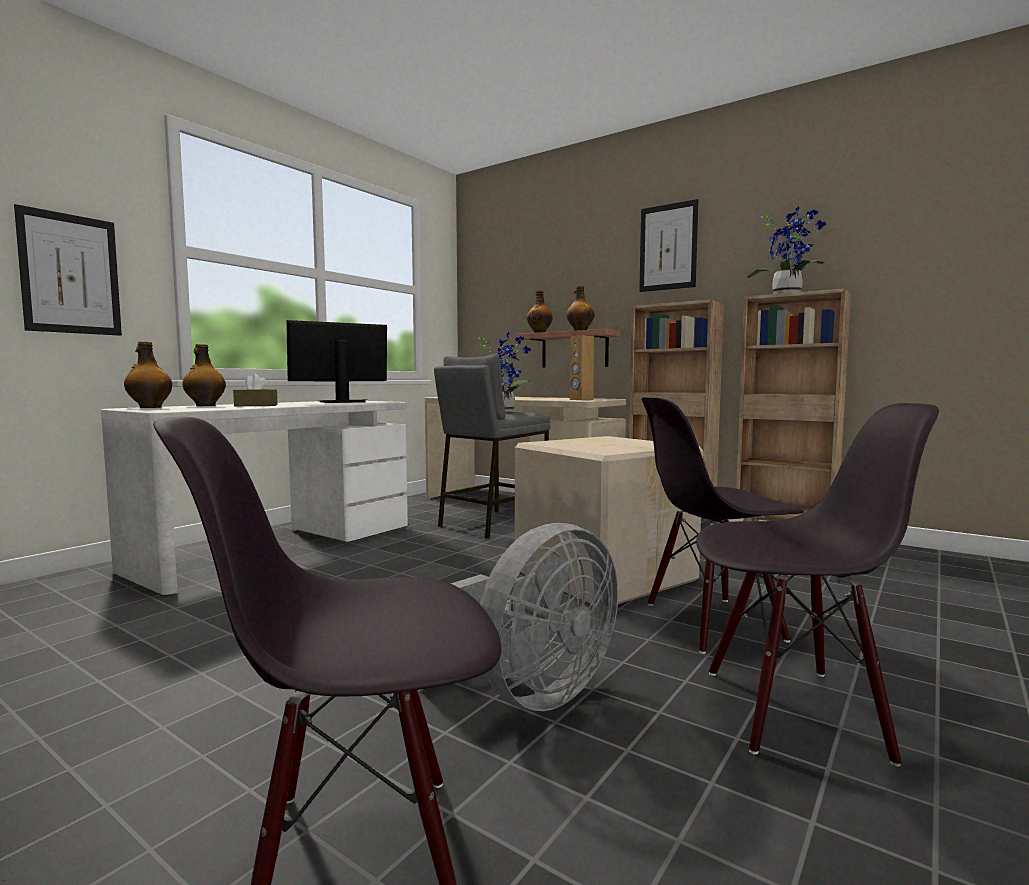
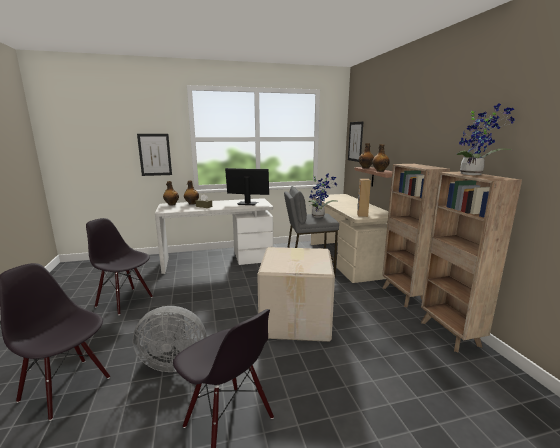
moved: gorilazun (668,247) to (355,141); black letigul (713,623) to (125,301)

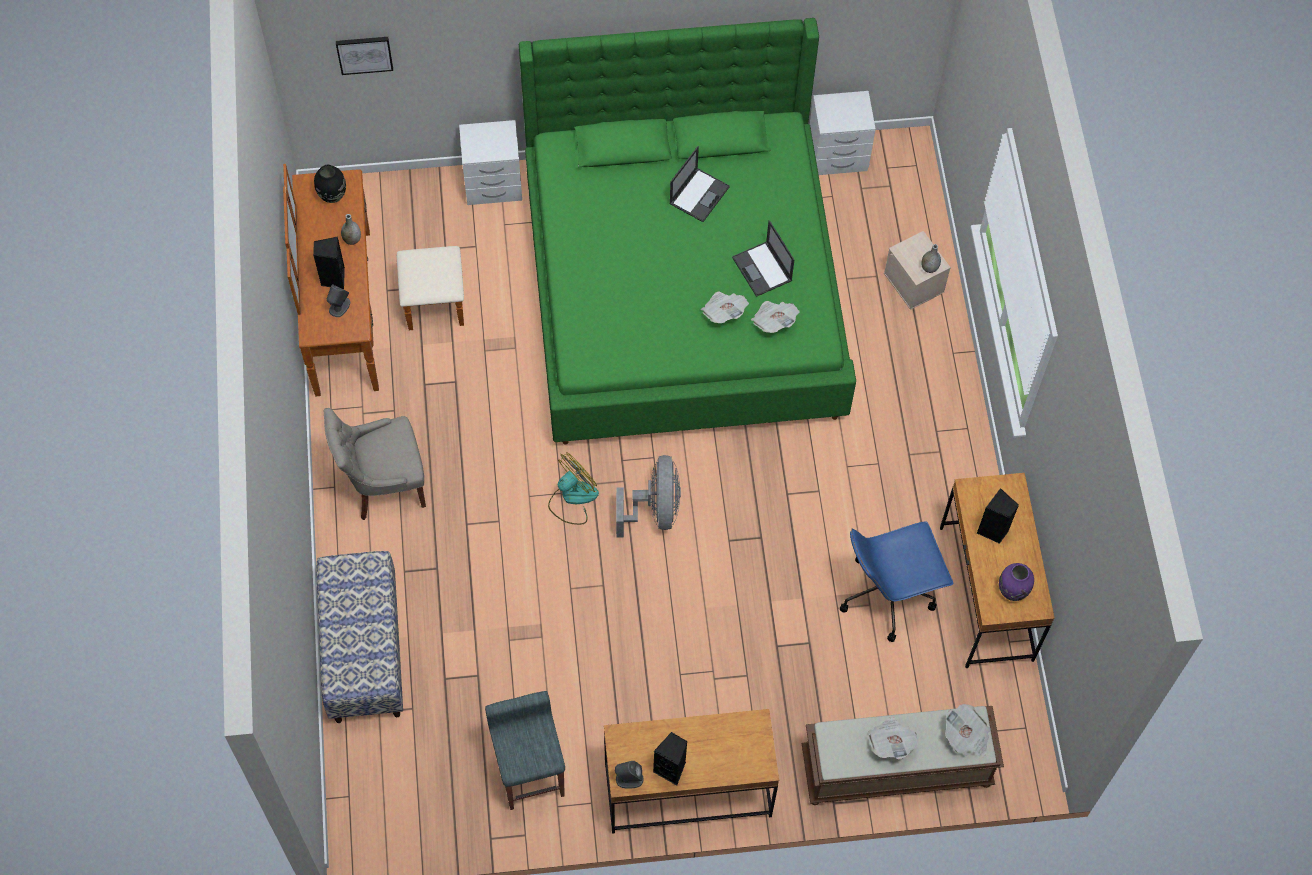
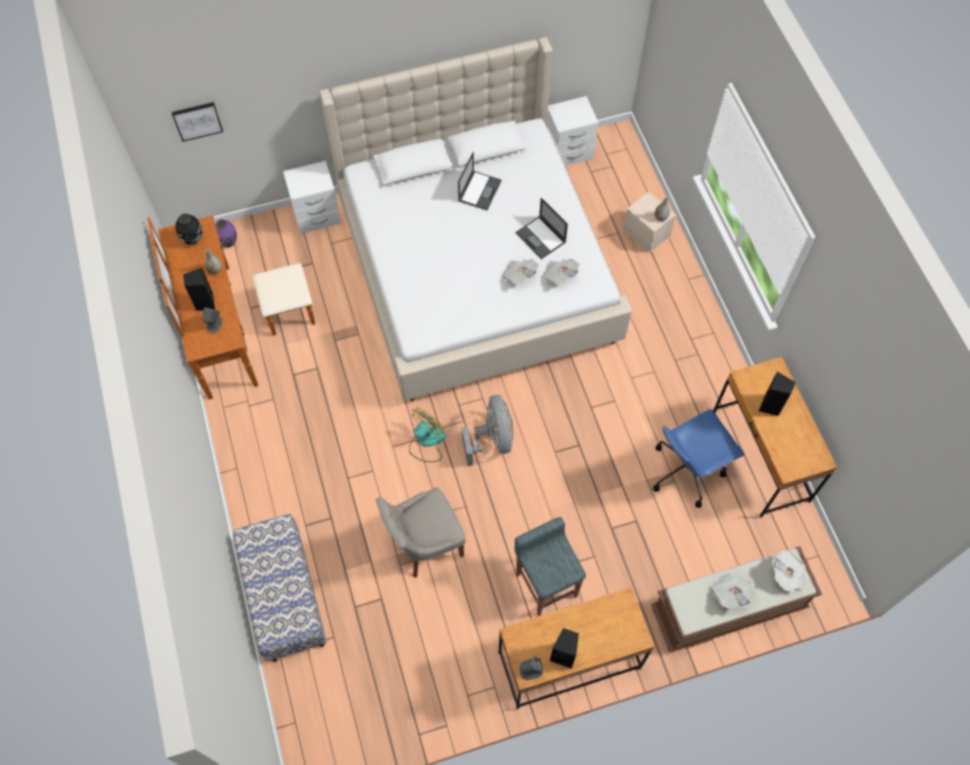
moved: grey letigul (384,485) to (425,544); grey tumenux (530,773) to (546,583); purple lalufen (1012,590) to (228,242)
recoloured: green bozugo (683,290) to beige bozugo (476,268)

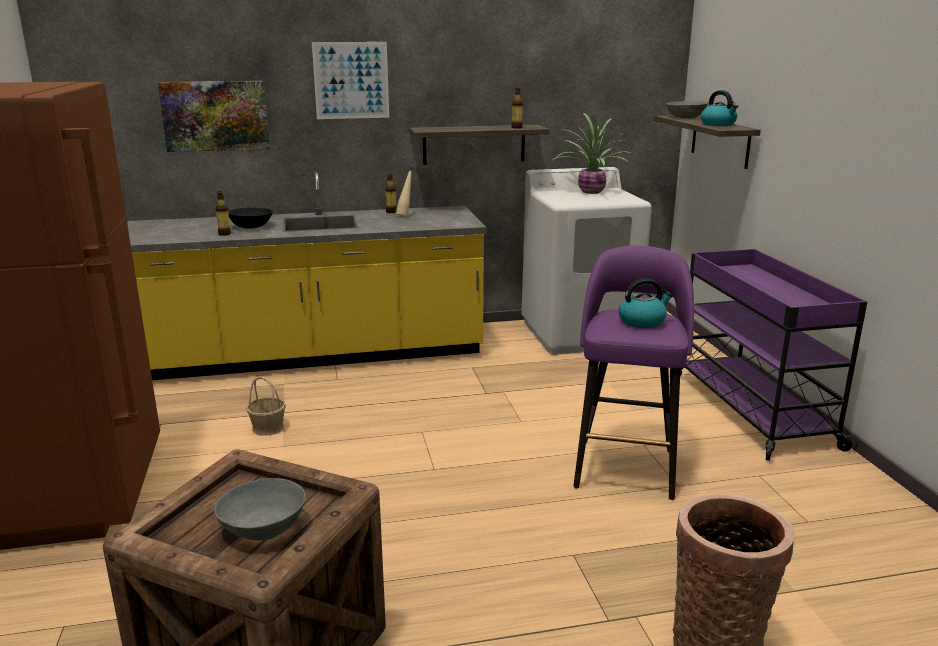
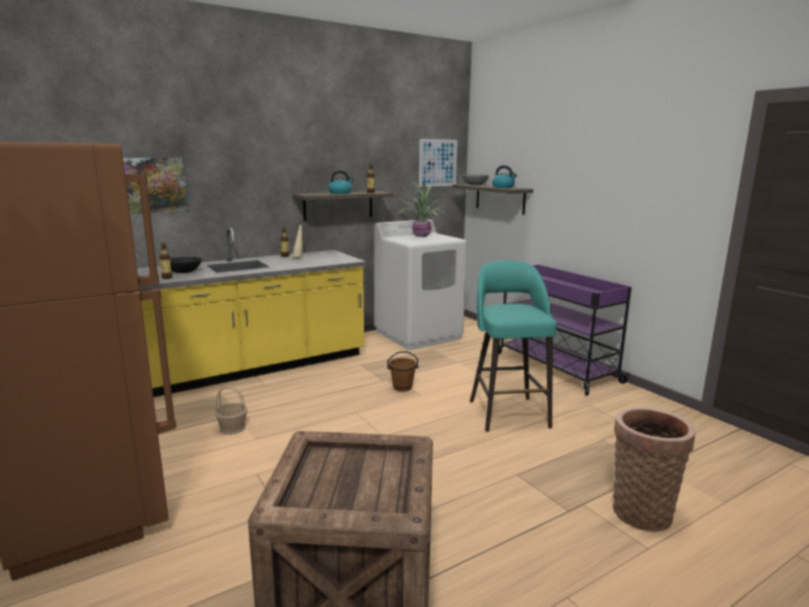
removed: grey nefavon (264,527)
added: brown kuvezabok (402,387)
moved: gorilazun (351,80) to (438,163); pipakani (642,321) to (340,193)
recoloured: purple tumenux (625,466) to turquoise tumenux (508,412)

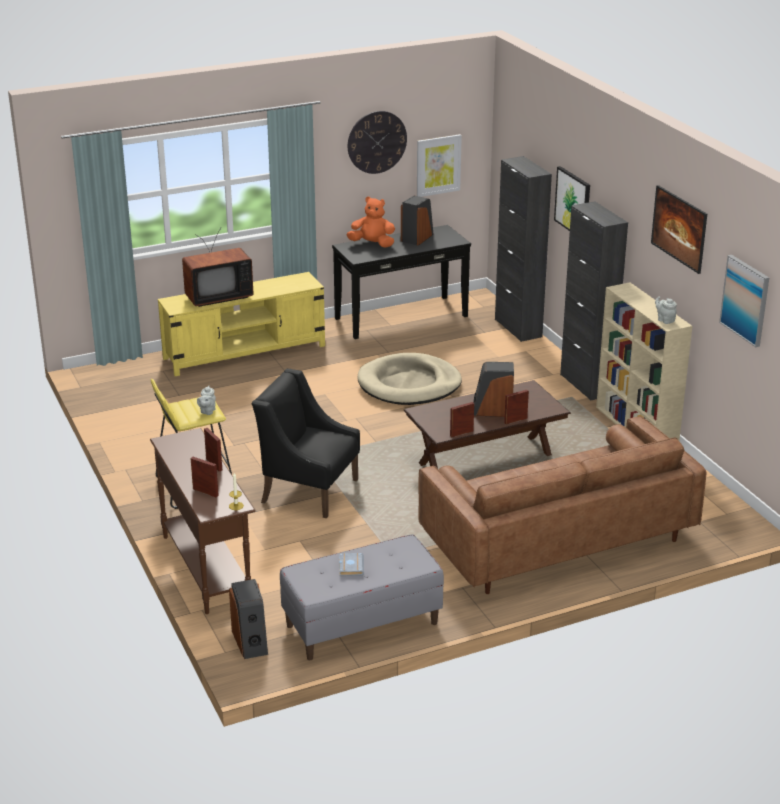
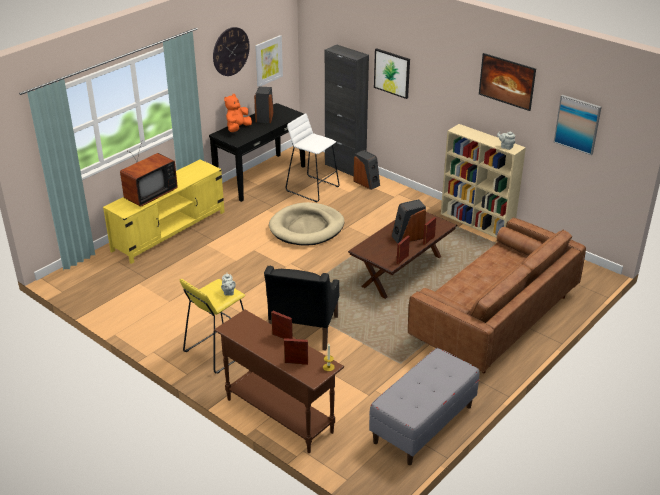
removed: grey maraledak (350,566); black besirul (586,385)
added: white tumenux (312,188)
moved: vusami (251,642) to (367,183)
turned: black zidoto (309,490) = (303,329) 75 degrees counterclockwise; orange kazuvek (372,244) = (237,128) 45 degrees counterclockwise

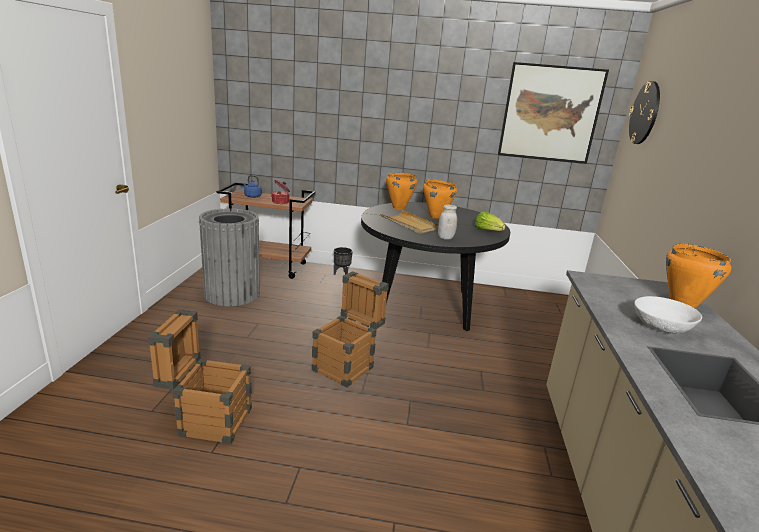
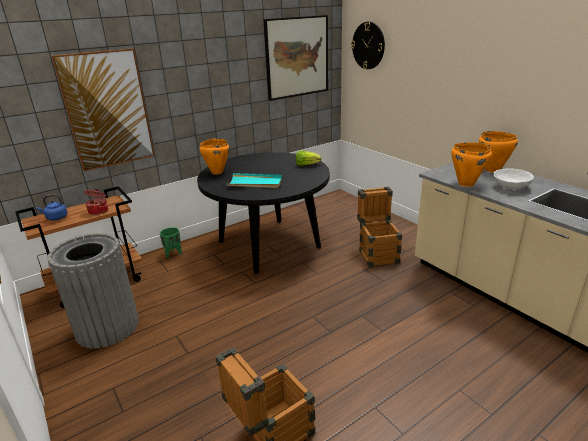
removed: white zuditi (445,238)
added: gorilazun (107,110)
moved: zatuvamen (348,365) to (377,253); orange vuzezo (436,216) to (465,184)
recoloured: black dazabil (342,274) to green dazabil (173,253); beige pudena (410,224) to turquoise pudena (255,183)

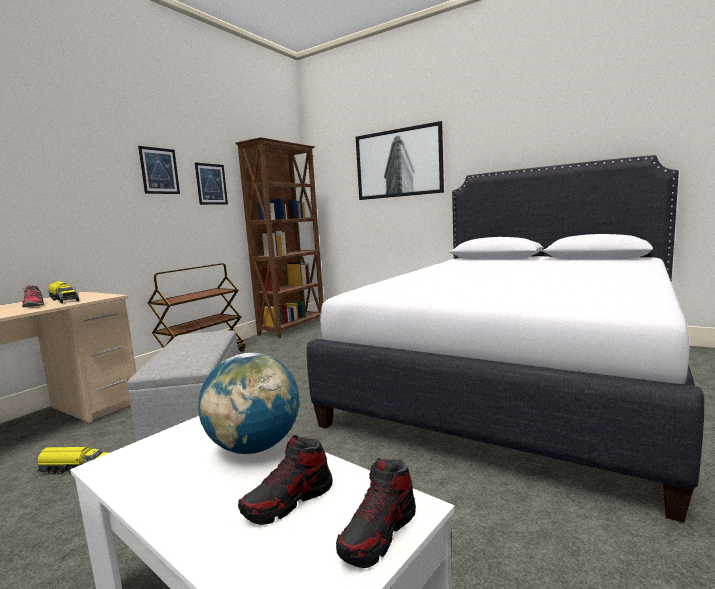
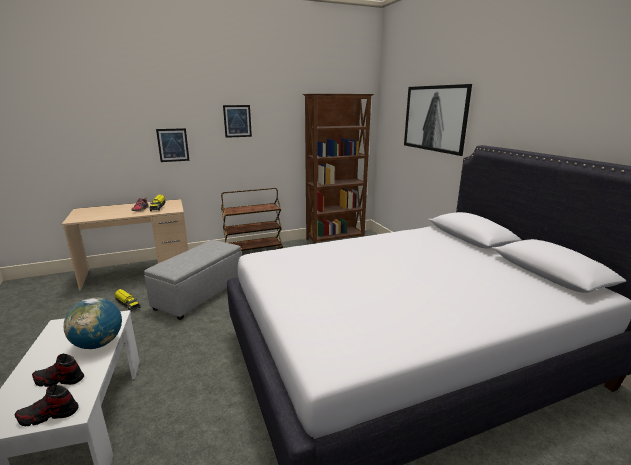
moved: gorilazun (211,184) to (173,145)

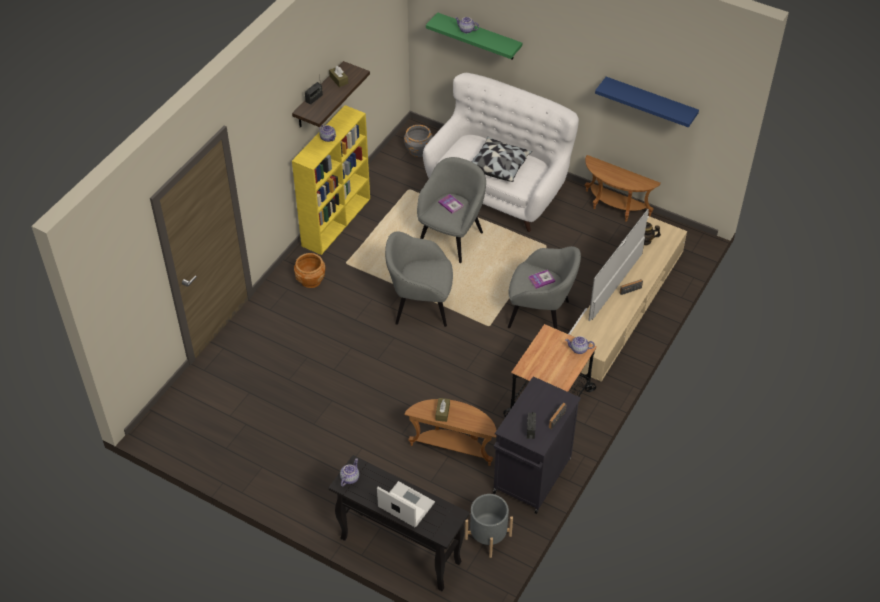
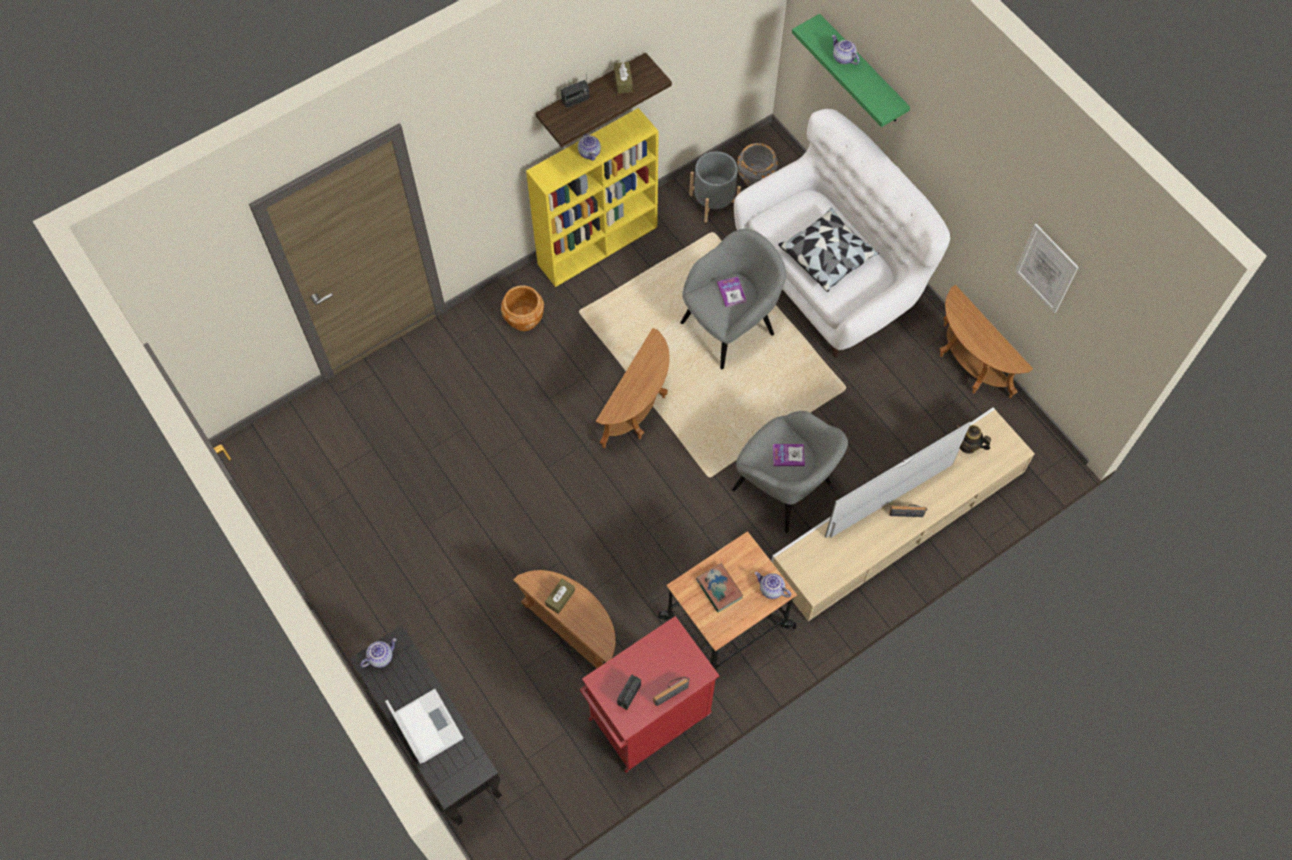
added: maraledak (719,589)
moved: grey dazabil (488,537) to (714,202)
replaced: grey zidoto (420,305) to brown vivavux (639,411); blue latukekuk (650,102) to gorilazun (1046,268)
recoloured: black besirul (531,477) to red besirul (648,718)

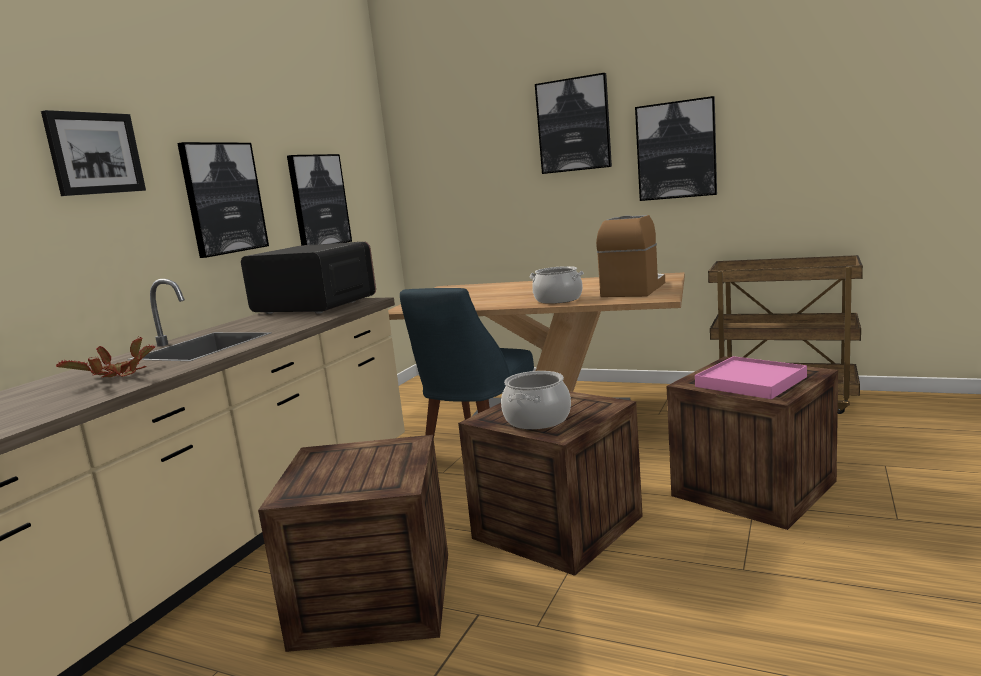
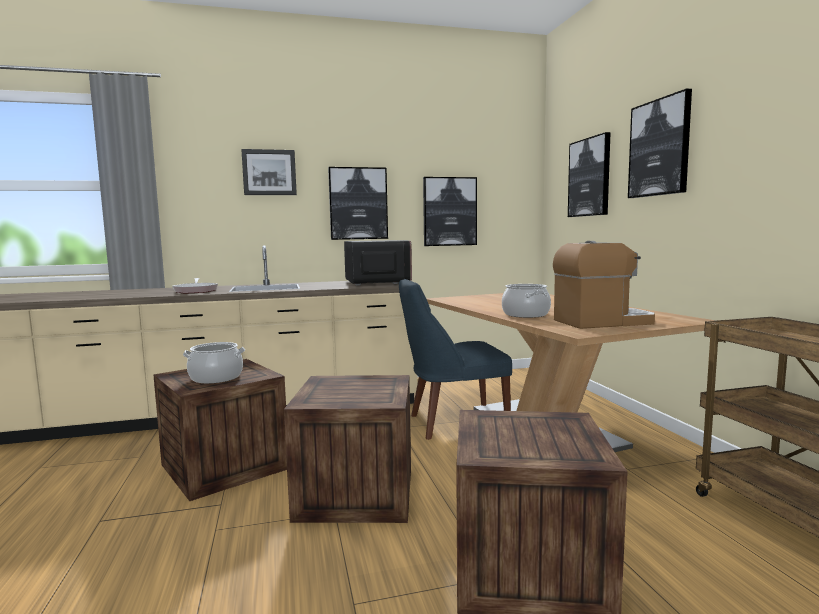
removed: pink pudena (750,382)
moved: vuzezo (537,419) to (216,377); gorilazun (676,150) to (589,177)
replaced: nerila (117,376) to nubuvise (196,291)

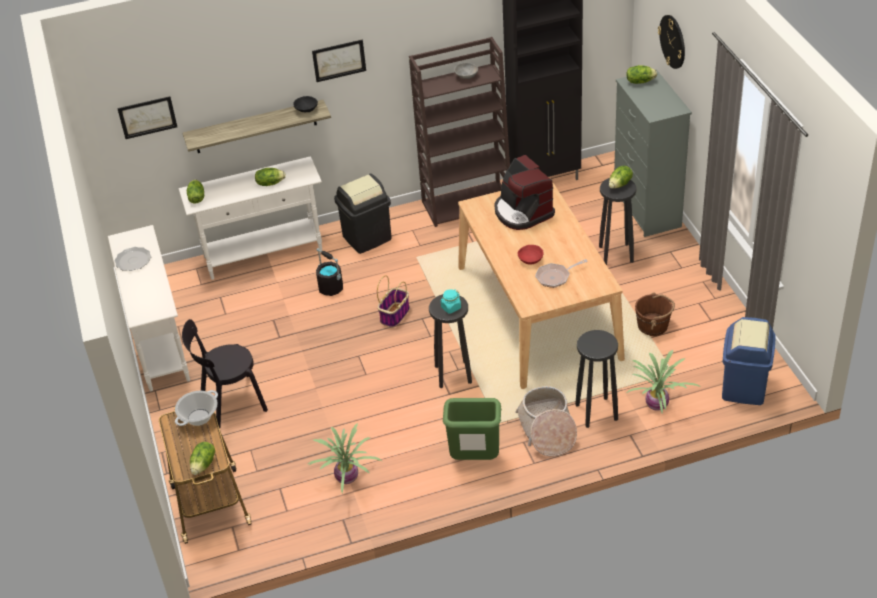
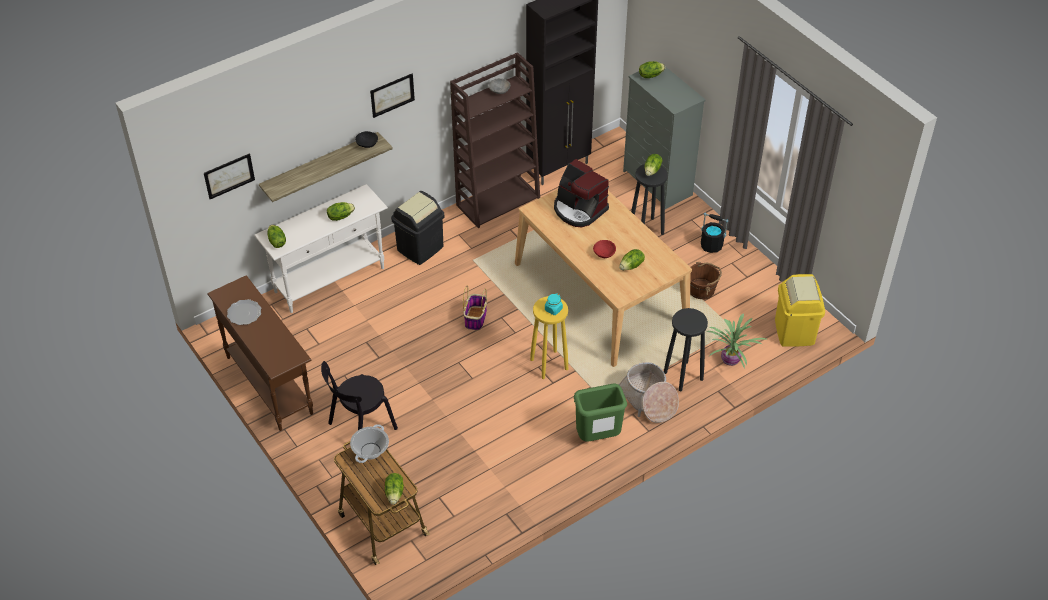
removed: nerila (346,479); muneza (673,41)
moved: black kuvezabok (331,288) to (711,245)
replaced: nubuvise (555,277) to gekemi (631,266)
recoloured: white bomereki (160,345) to brown bomereki (269,384); black tumenux (453,373) to yellow tumenux (549,364); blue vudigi (744,387) to yellow vudigi (795,332)

